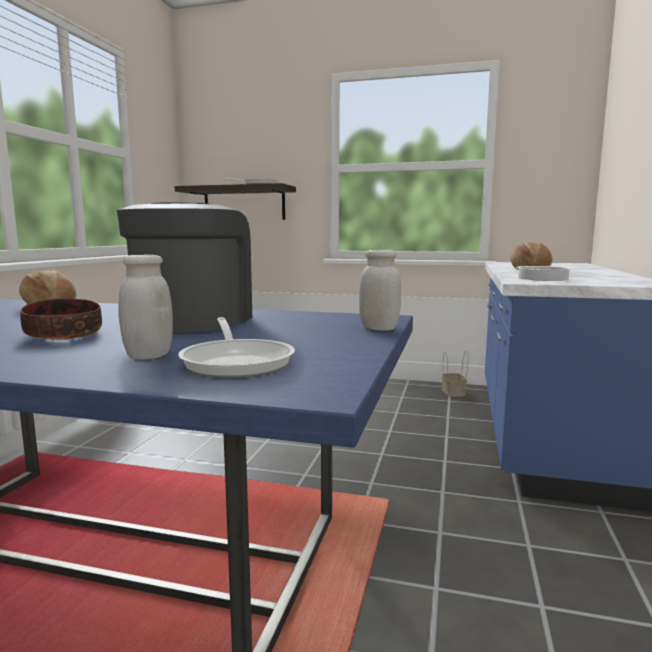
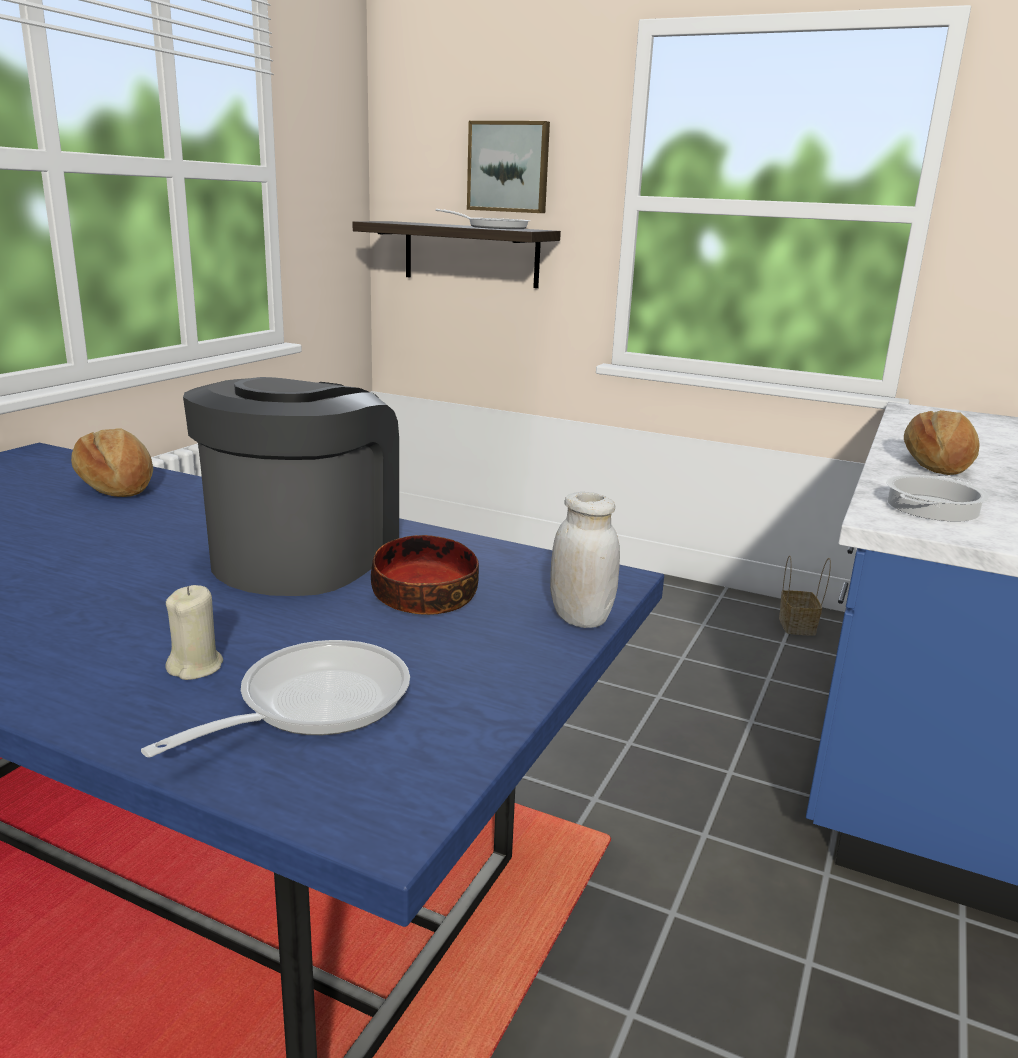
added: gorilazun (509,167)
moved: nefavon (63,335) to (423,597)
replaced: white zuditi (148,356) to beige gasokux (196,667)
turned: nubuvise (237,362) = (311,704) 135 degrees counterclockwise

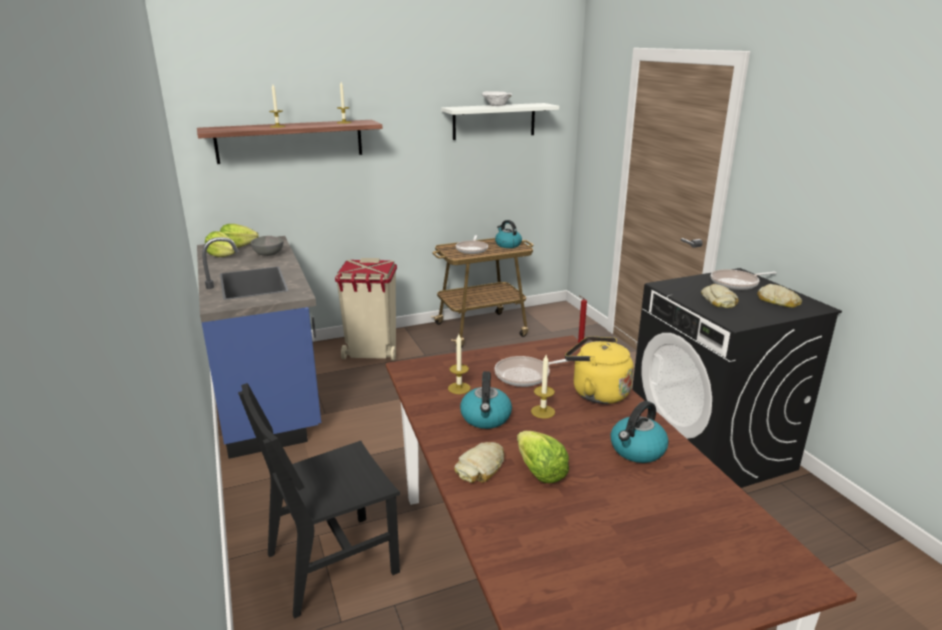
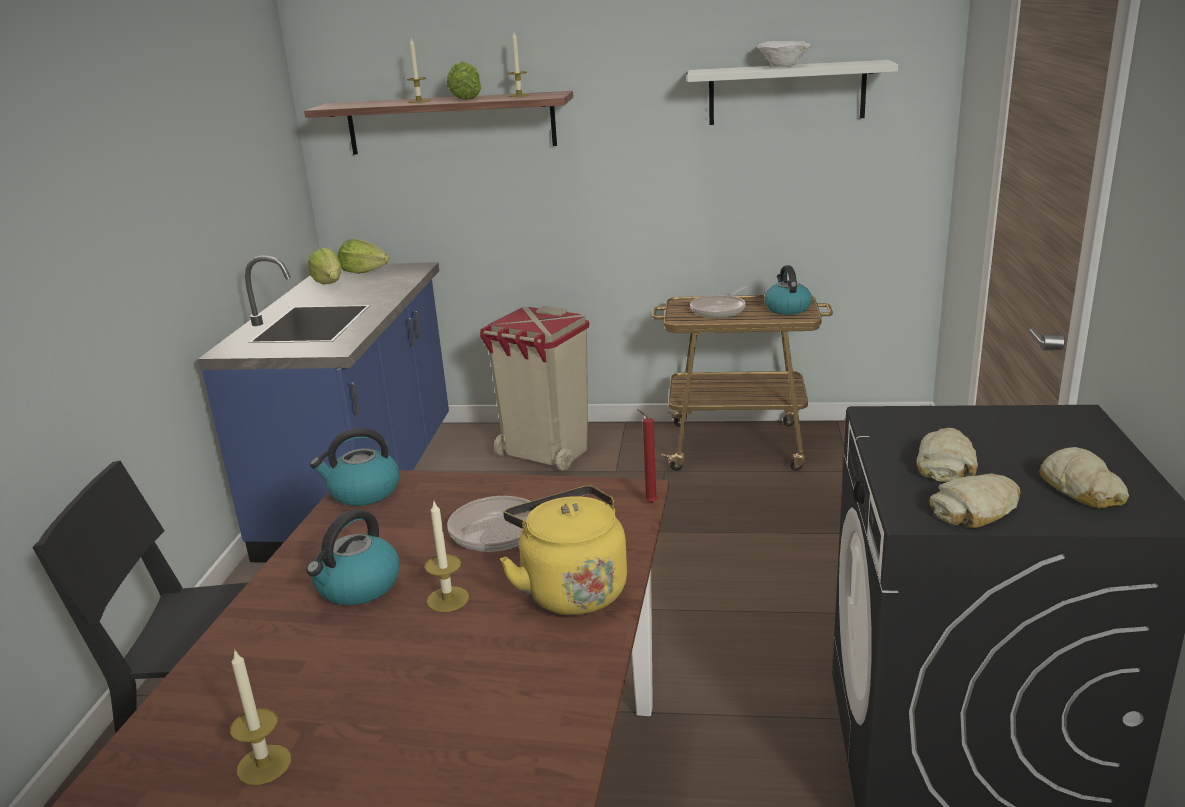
removed: grey nefavon (269,254); nubuvise (737,283)
moved: gasokux (459,388) to (264,764); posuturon (482,467) to (977,510); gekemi (539,472) to (466,98); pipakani (637,450) to (363,492)

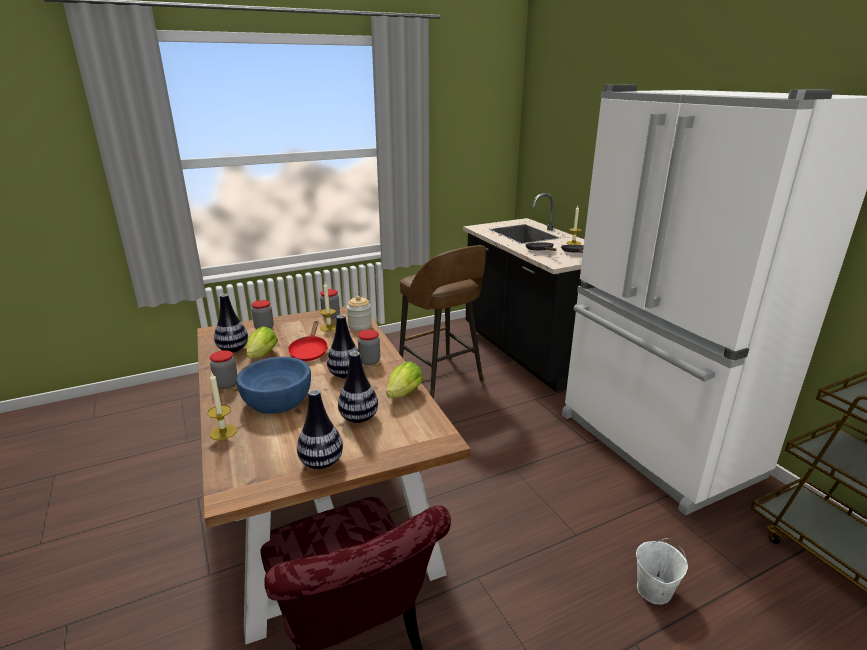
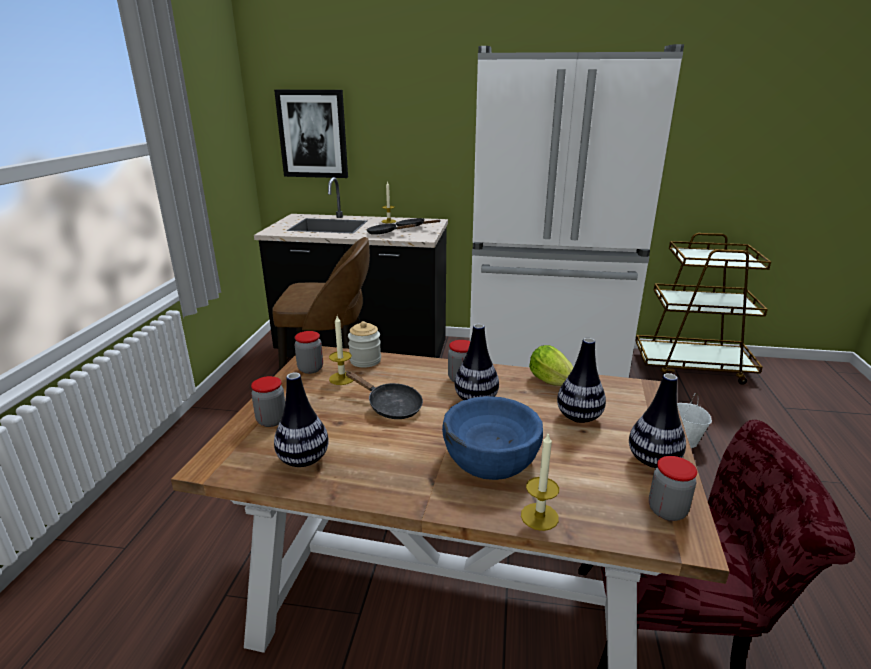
removed: gekemi (261,357)
added: gorilazun (313,134)
moved: zuditi (226,384) to (667,510)
recoloured: red nubuvise (309,352) to black nubuvise (390,406)

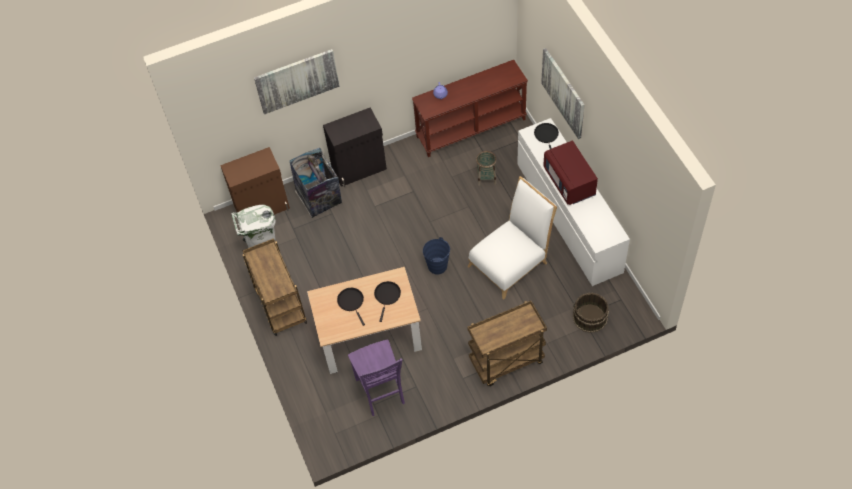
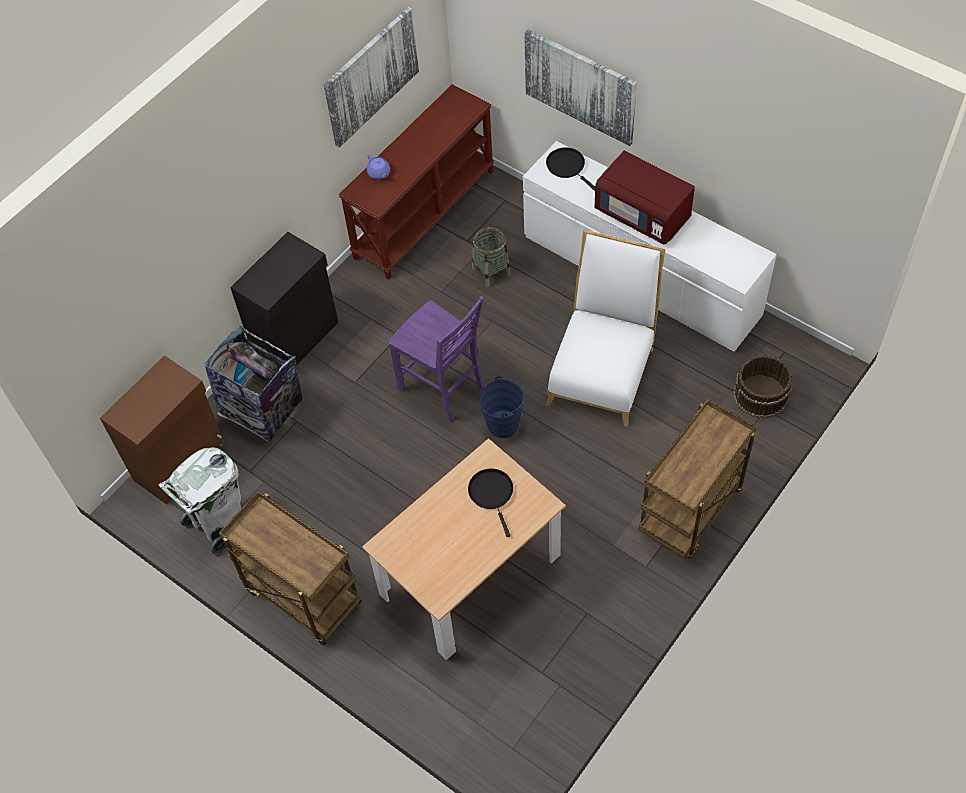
removed: black nubuvise (351,302)
moved: gorilazun (297,81) to (371,76); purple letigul (381,392) to (442,388)

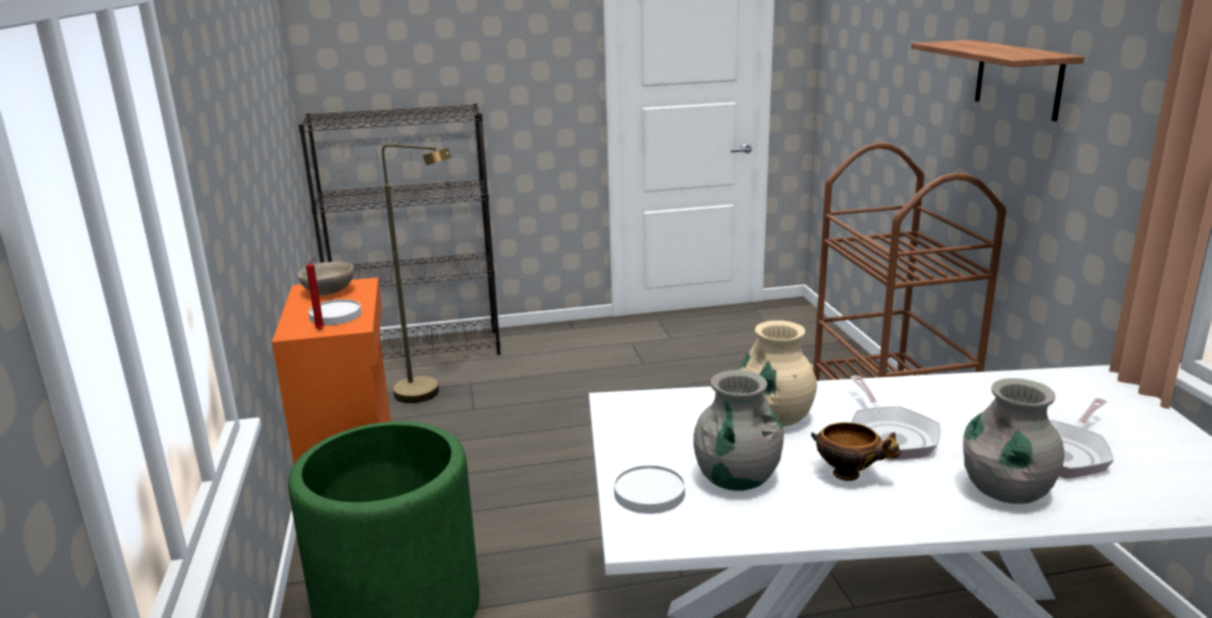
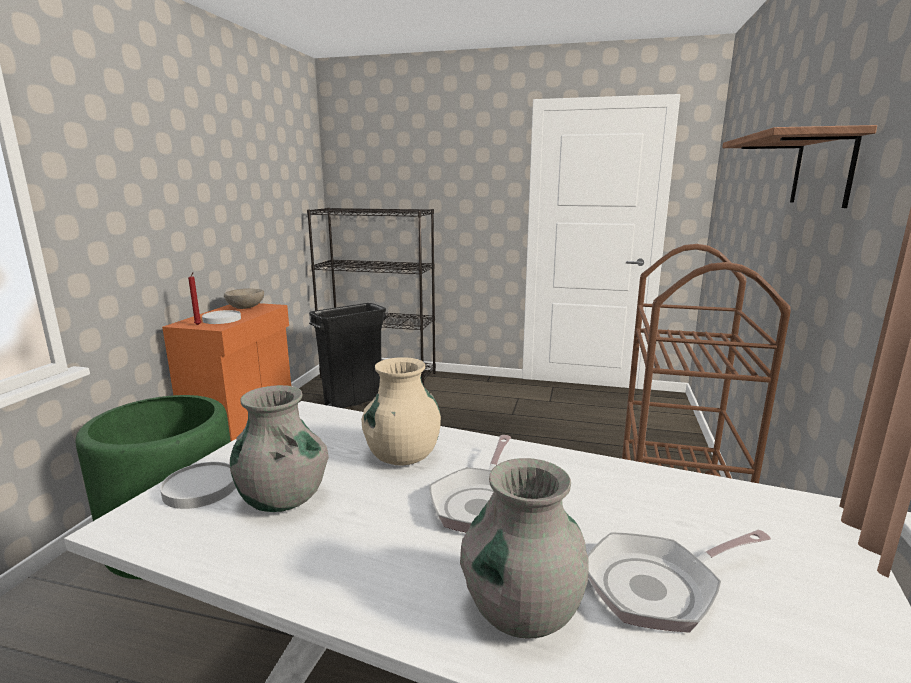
removed: nefavon (849,474)
replaced: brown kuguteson (428,394) to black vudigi (354,402)

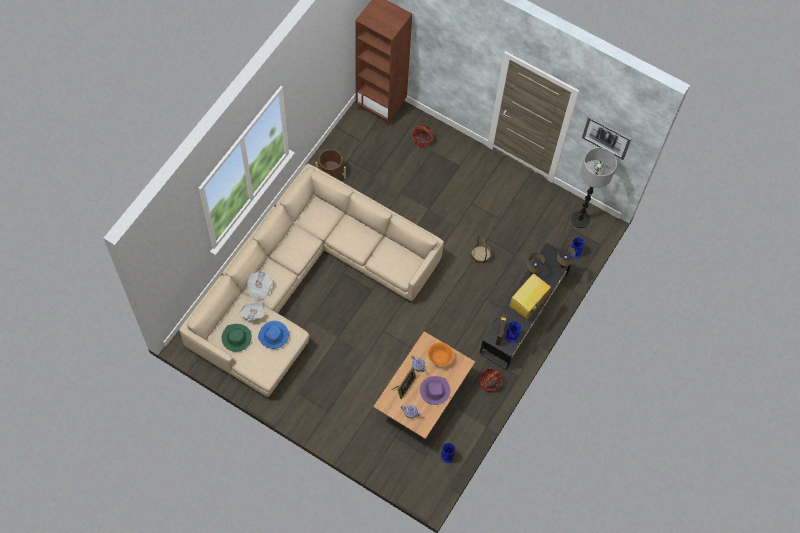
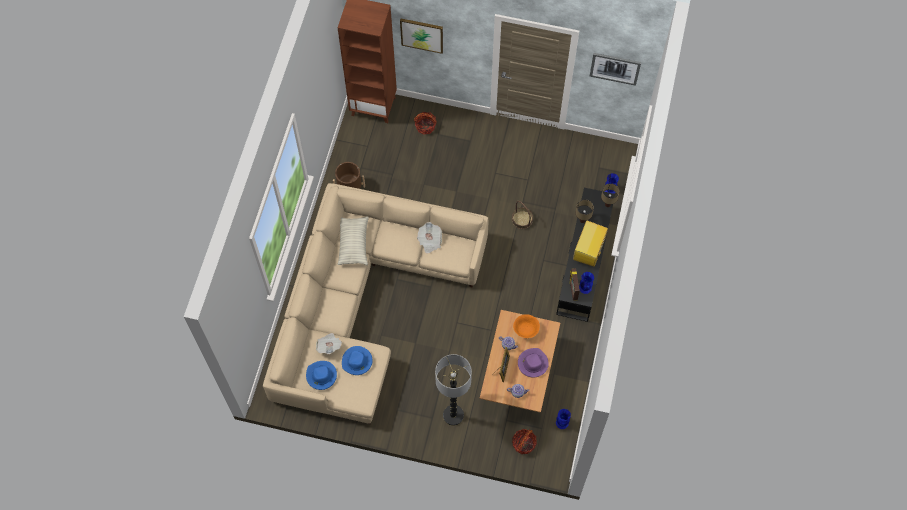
added: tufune (353,244); gorilazun (422,35)
moved: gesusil (259,289) to (429,241); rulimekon (489,383) to (523,444); kuguteson (580,219) to (453,415)
recoloured: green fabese (236,338) to blue fabese (321,376)

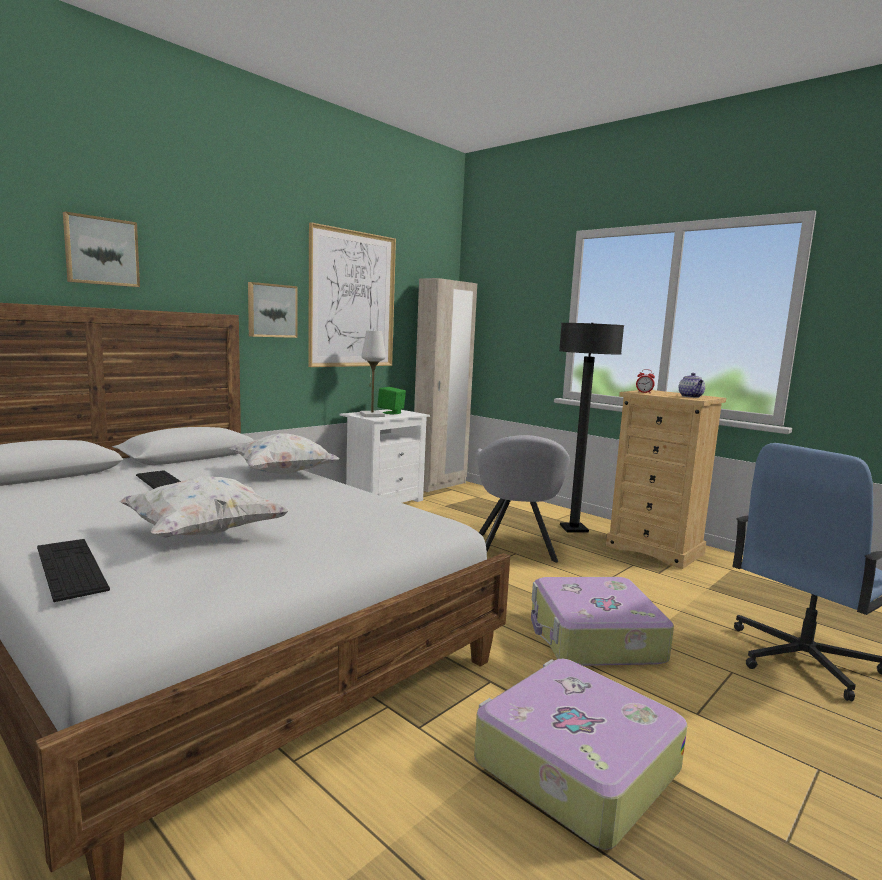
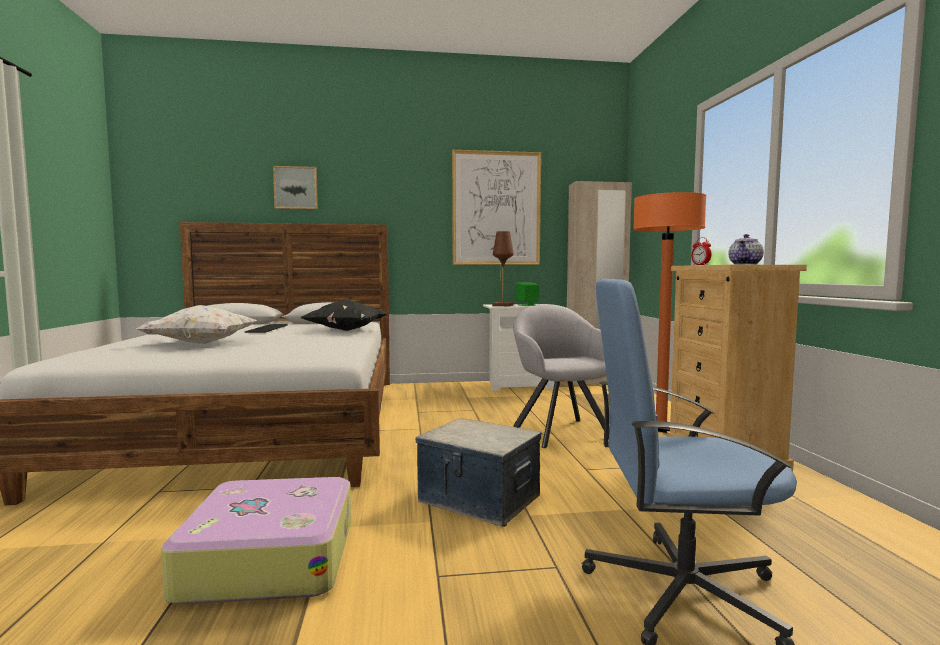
removed: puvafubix (71,567); gorilazun (271,310)
replaced: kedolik (594,637) to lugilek (479,499)
recoloured: white tufune (283,473) to black tufune (347,330); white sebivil (372,415) to brown sebivil (502,305); black kuguteson (573,529) to orange kuguteson (661,428)
turned: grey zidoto (515,549) = (560,430) 120 degrees clockwise

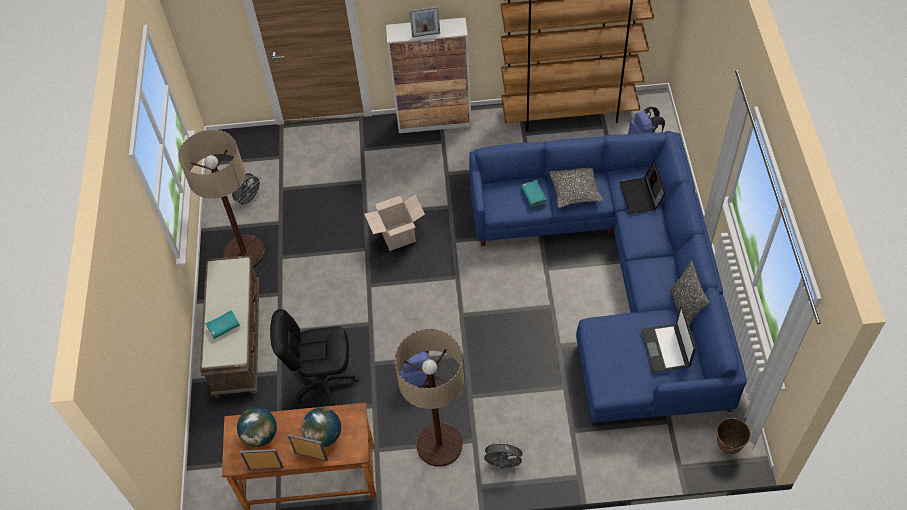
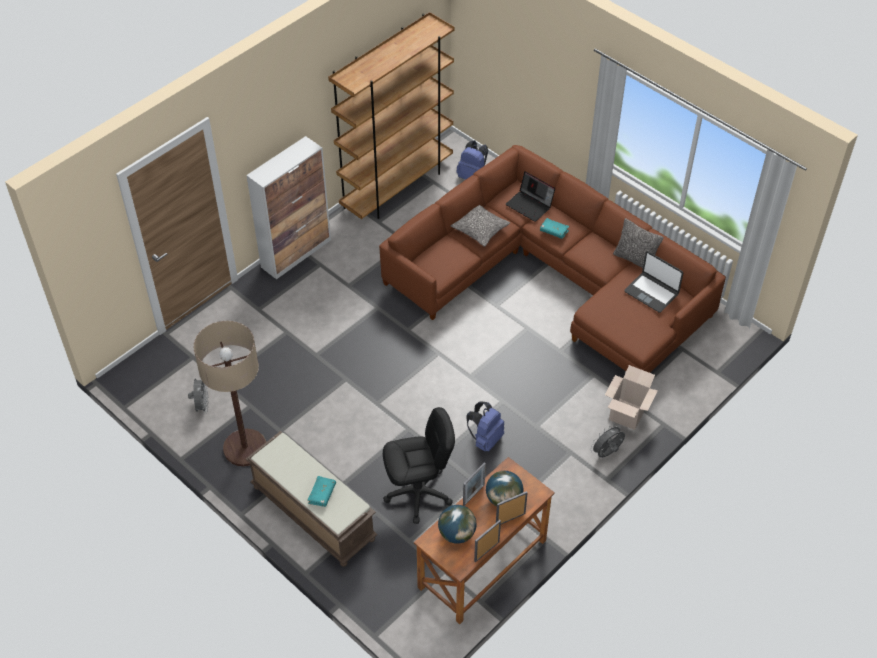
removed: kuguteson (439,444); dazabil (728,445)
moved: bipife (398,236) to (627,414); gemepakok (426,34) to (473,495); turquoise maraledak (533,196) to (554,231)
recoloured: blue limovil (619,276) to brown limovil (553,277)
turned: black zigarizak (324,382) = (418,493) 150 degrees counterclockwise

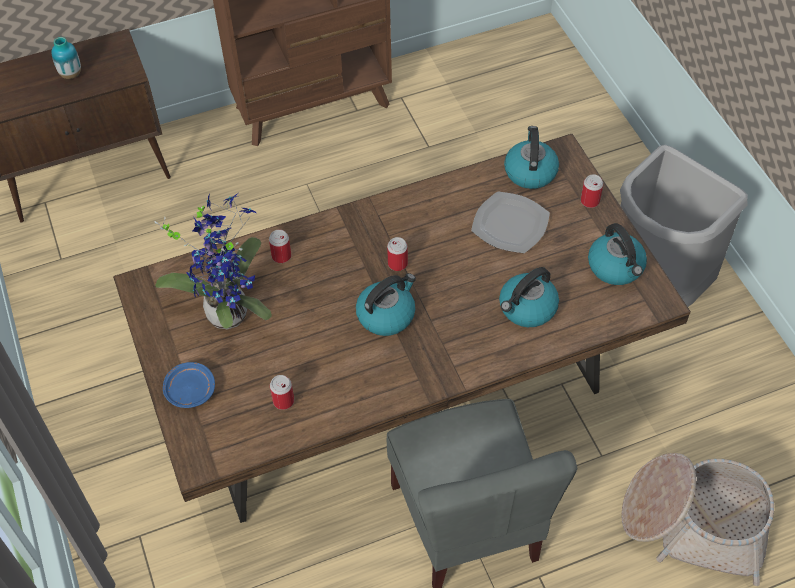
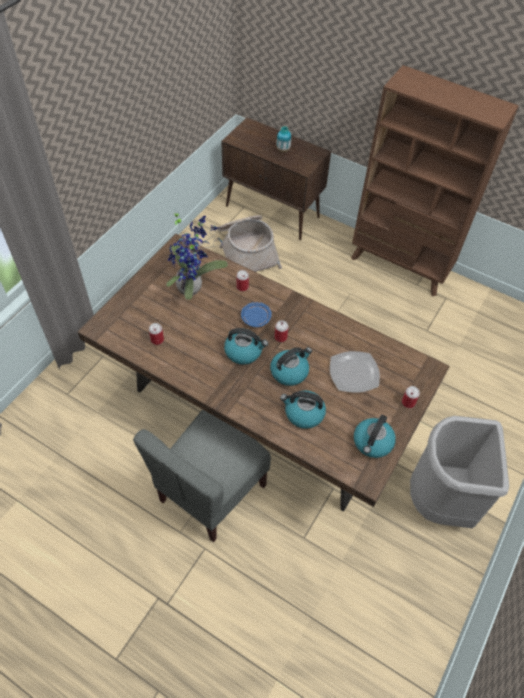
moved: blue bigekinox (190,390) to (256,318); pipakani (530,171) to (289,372); rulimekon (694,523) to (247,251)

